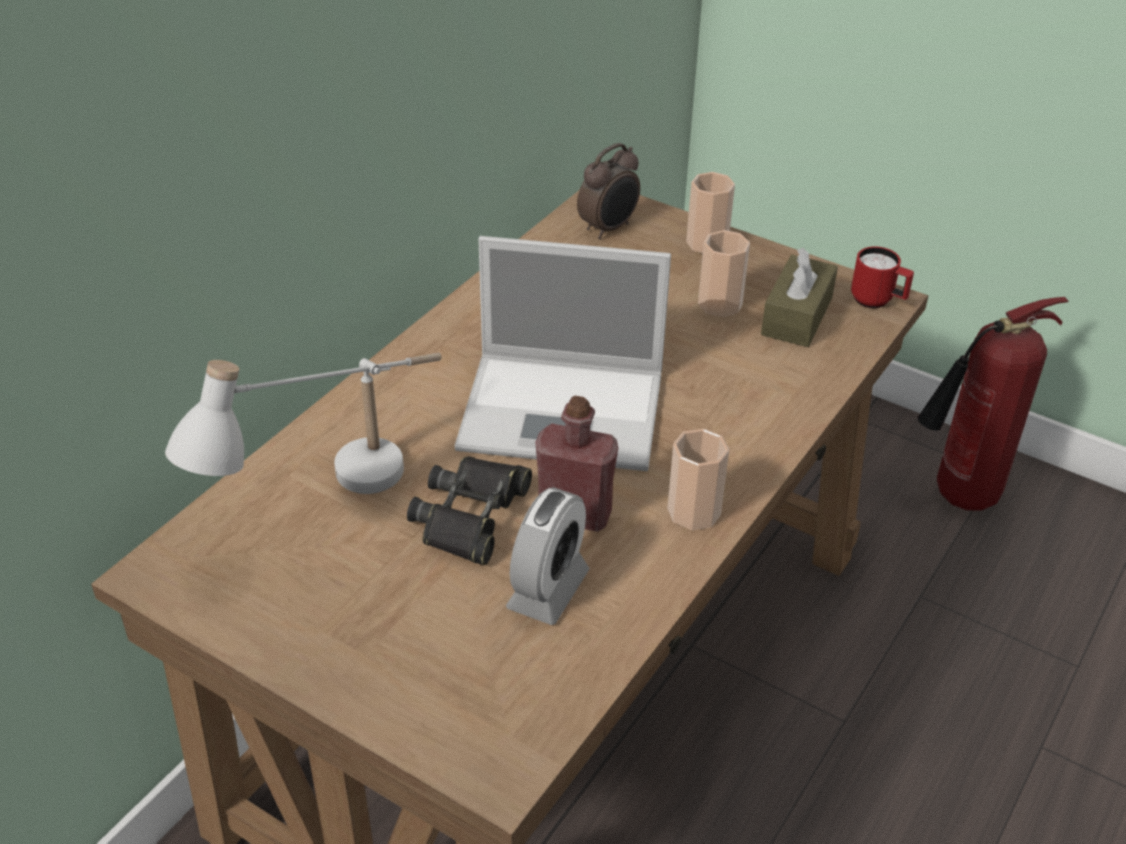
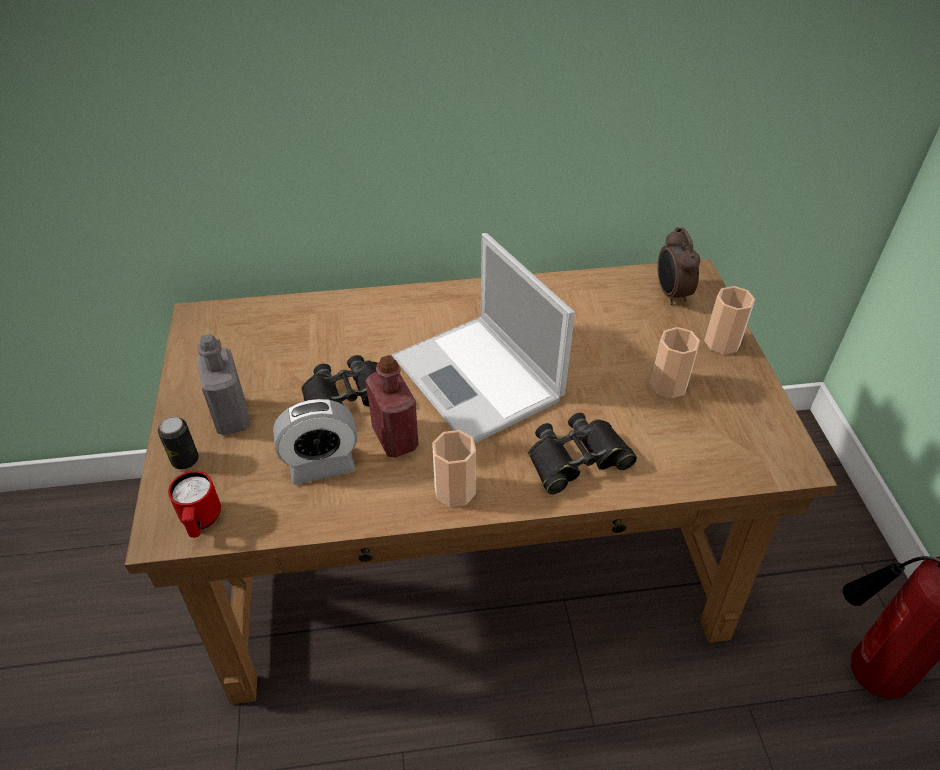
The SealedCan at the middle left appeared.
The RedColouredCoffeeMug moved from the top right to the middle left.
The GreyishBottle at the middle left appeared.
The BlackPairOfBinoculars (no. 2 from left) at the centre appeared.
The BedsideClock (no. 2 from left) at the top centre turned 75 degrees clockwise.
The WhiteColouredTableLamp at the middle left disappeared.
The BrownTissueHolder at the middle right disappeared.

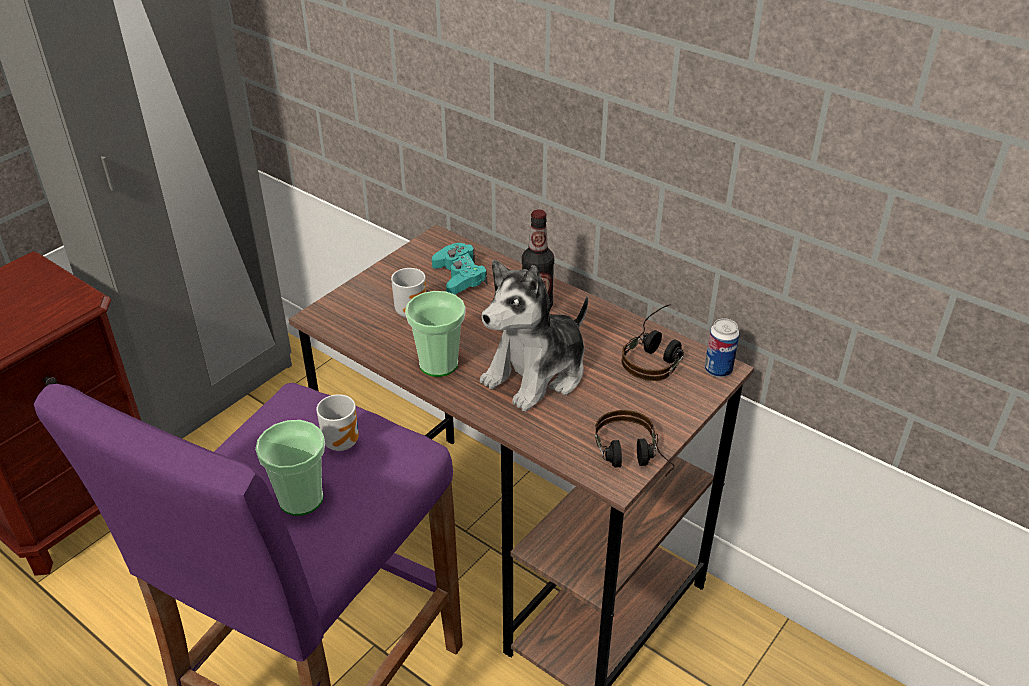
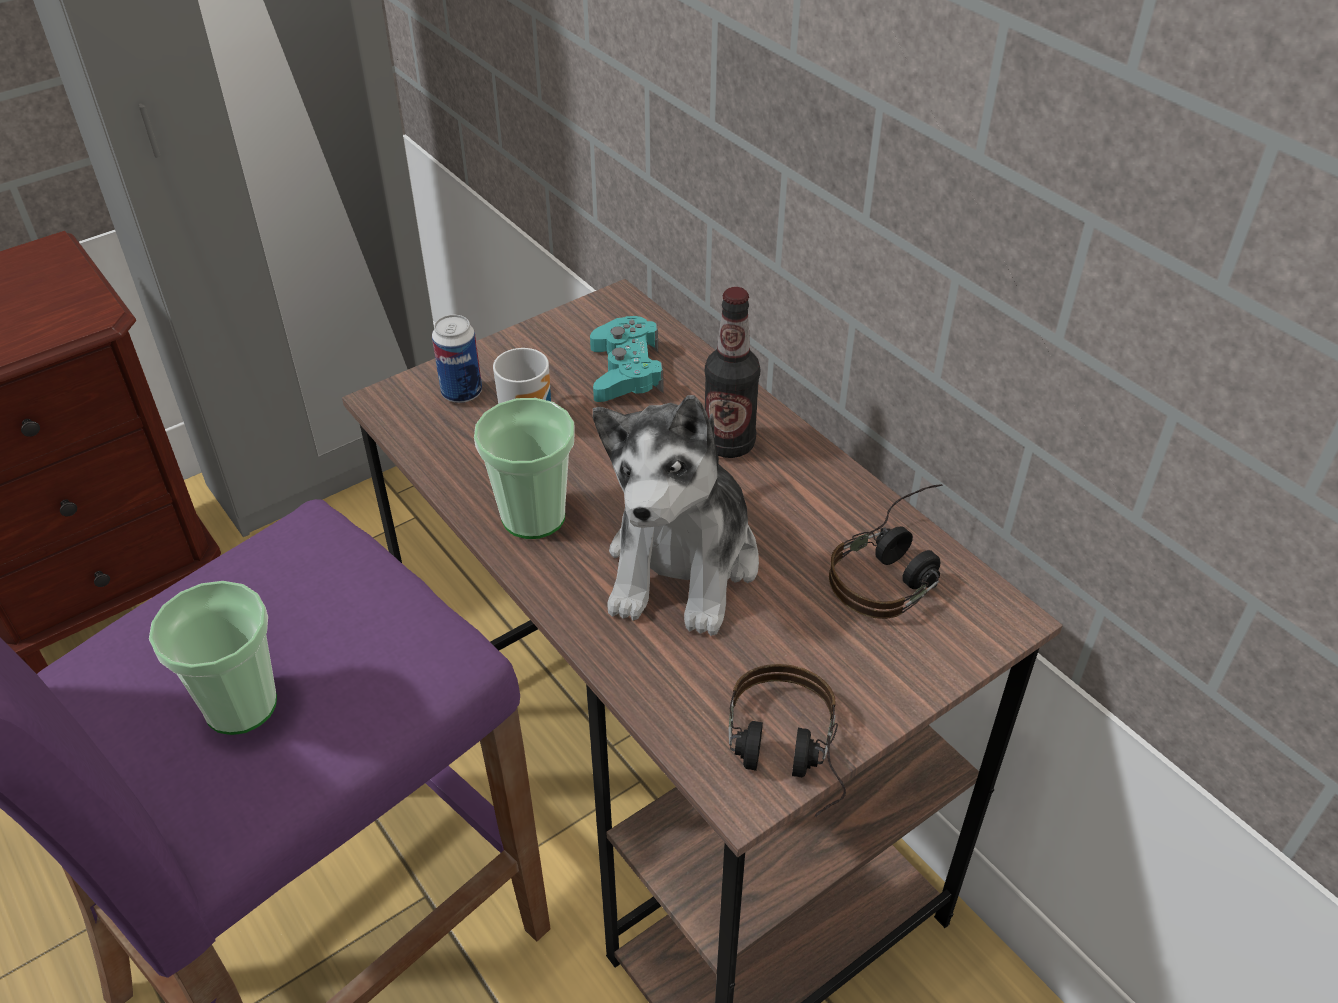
The SealedCan moved from the middle right to the centre.
The SoftToy at the centre turned 45 degrees counterclockwise.
The CoffeeMug (no. 1 from left) at the middle left disappeared.

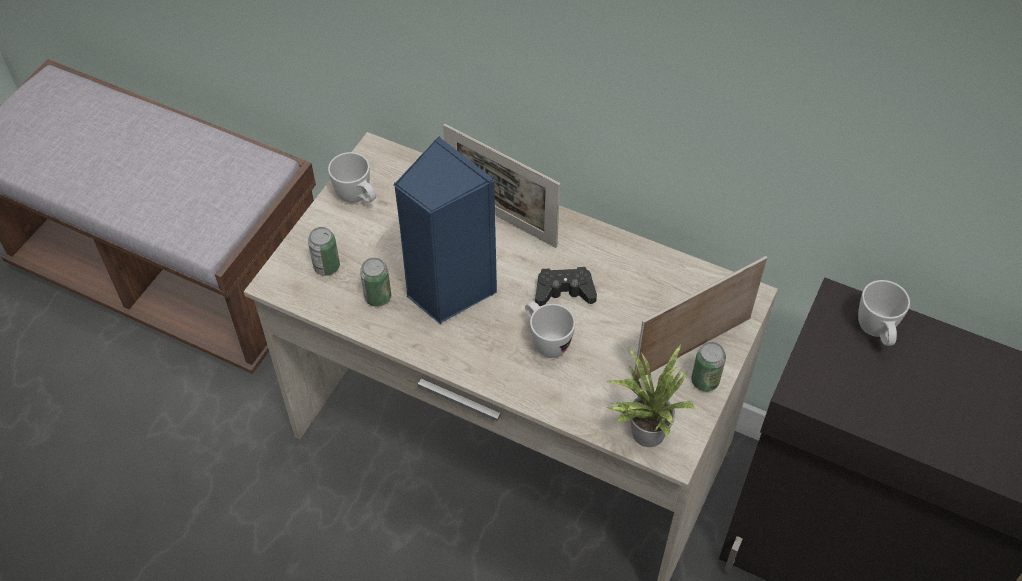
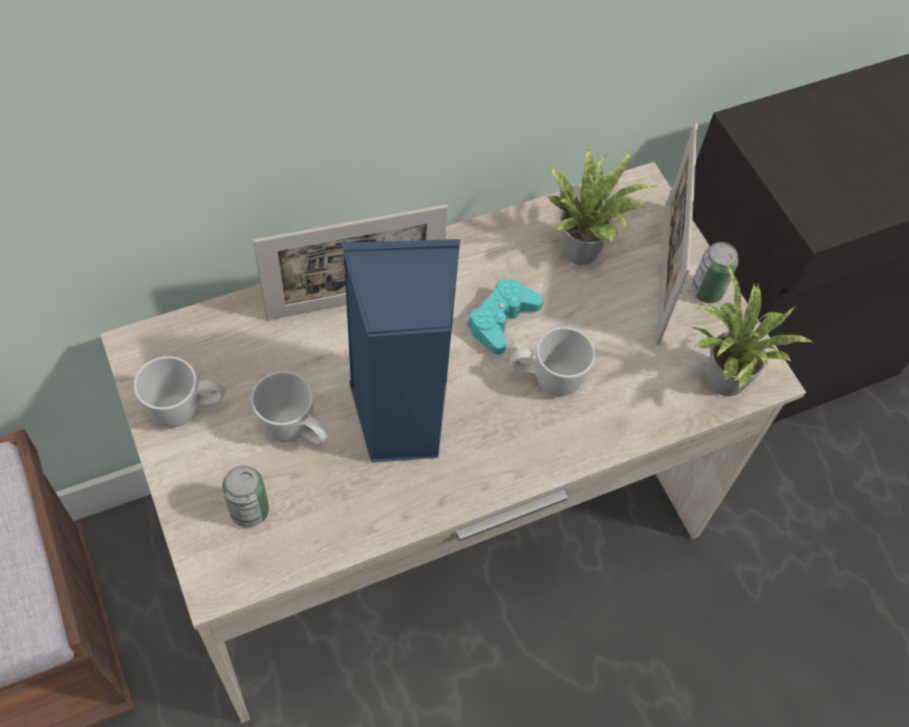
The WhiteColouredCoffeeMug (no. 3 from left in the first image) moved from the middle right to the middle left.
The BlackGameController at the centre became the BlueGreenGameController at the centre.
The PlantInAPot (no. 1 from left) at the top centre appeared.
The SealedCan (no. 2 from left) at the centre disappeared.

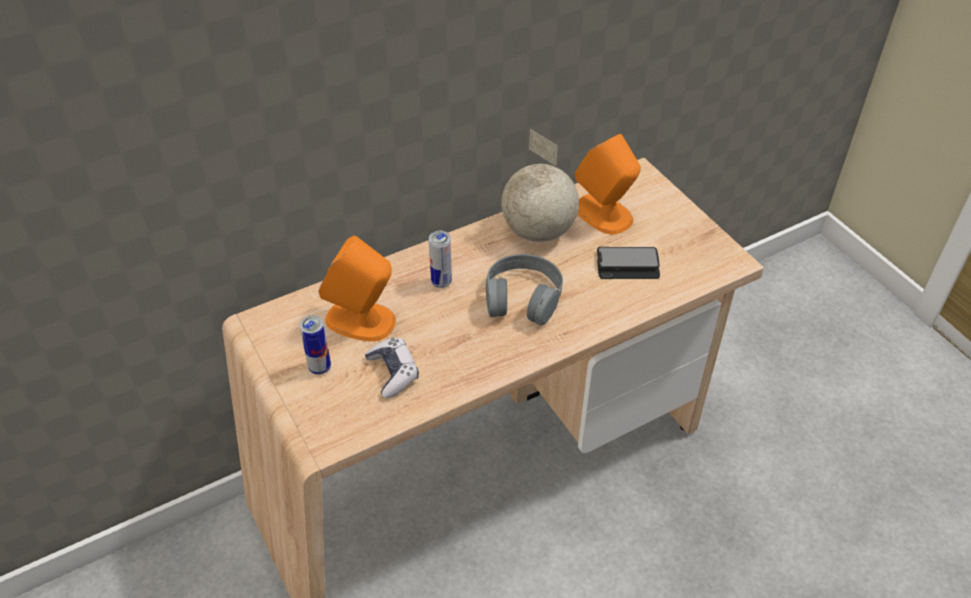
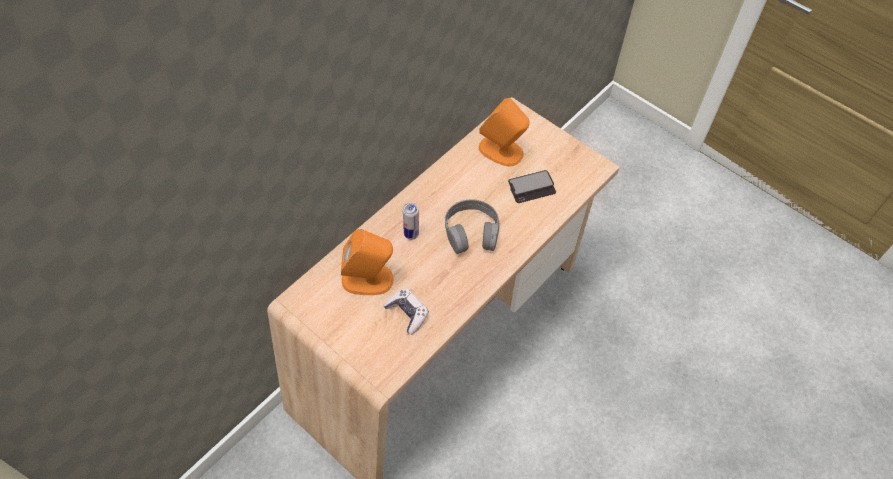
The SealedCan (no. 1 from left) at the middle left disappeared.
The Globe at the top centre disappeared.

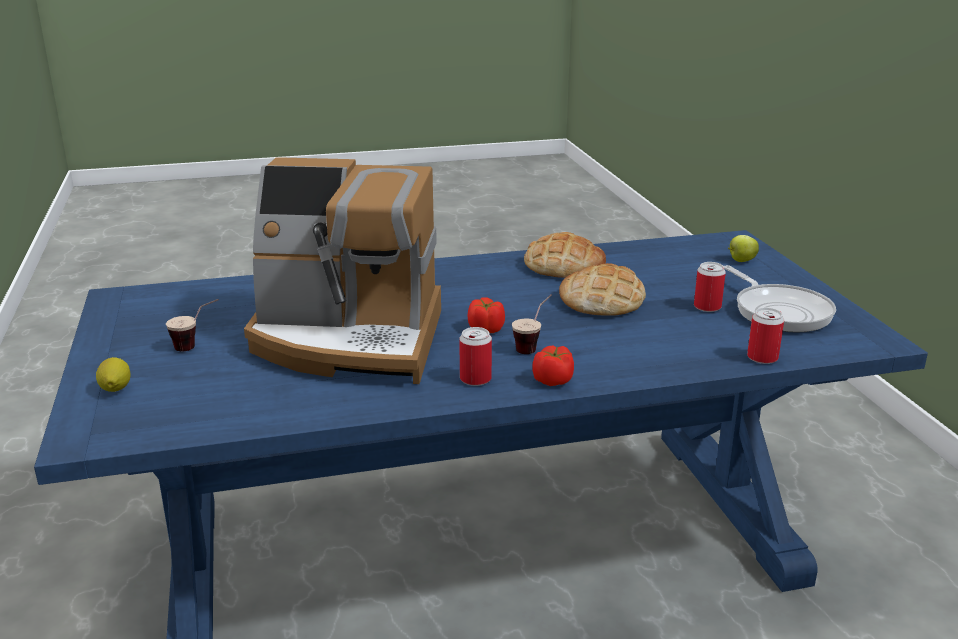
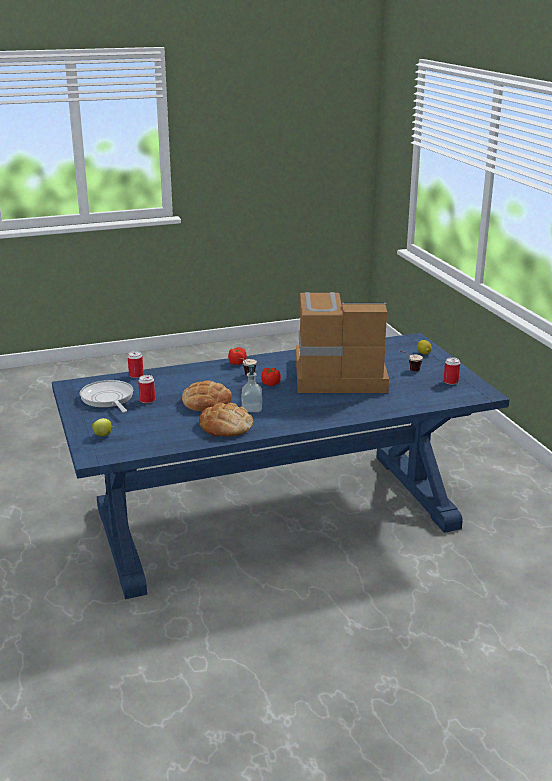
The SoapBottle at the centre appeared.
The SealedCan (no. 1 from left in the first image) moved from the centre to the middle right.

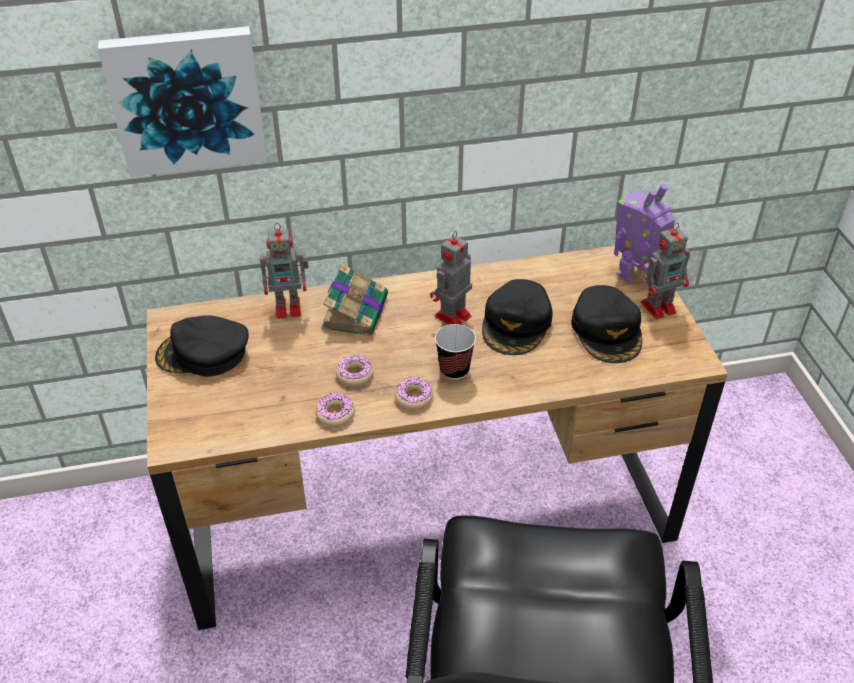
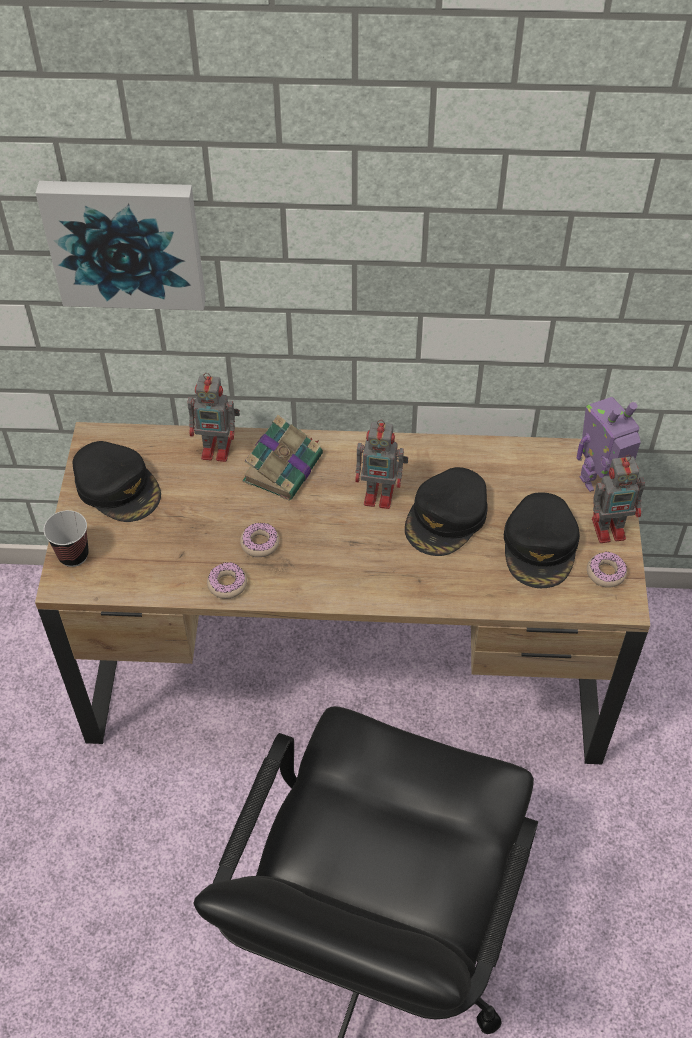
The SmallCup moved from the centre to the middle left.
The BlackCap (no. 1 from left) at the middle left turned 150 degrees counterclockwise.
The ModelRobot (no. 2 from left) at the centre turned 135 degrees counterclockwise.
The Donut (no. 3 from left) moved from the centre to the middle right.

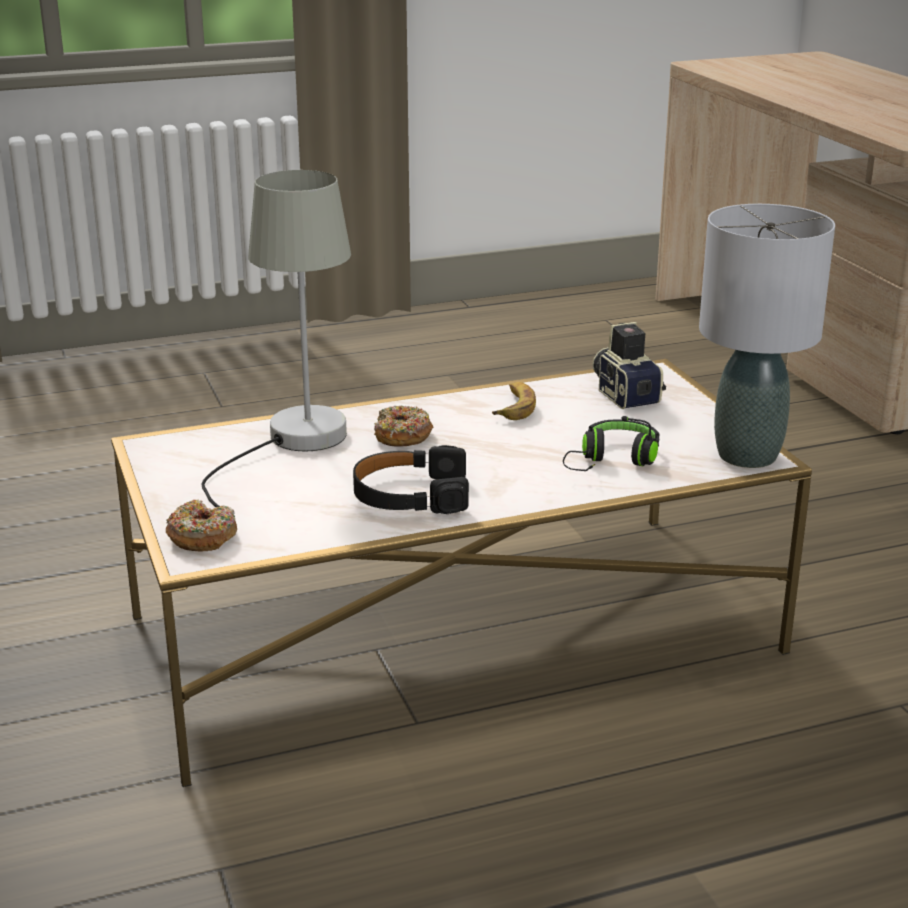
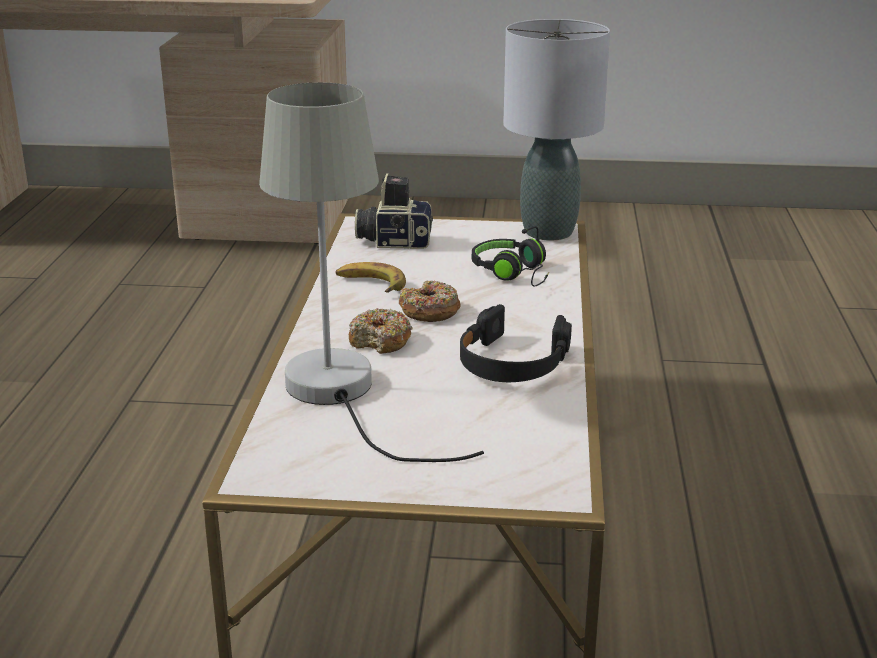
The Donut (no. 1 from left in the first image) moved from the middle left to the centre.

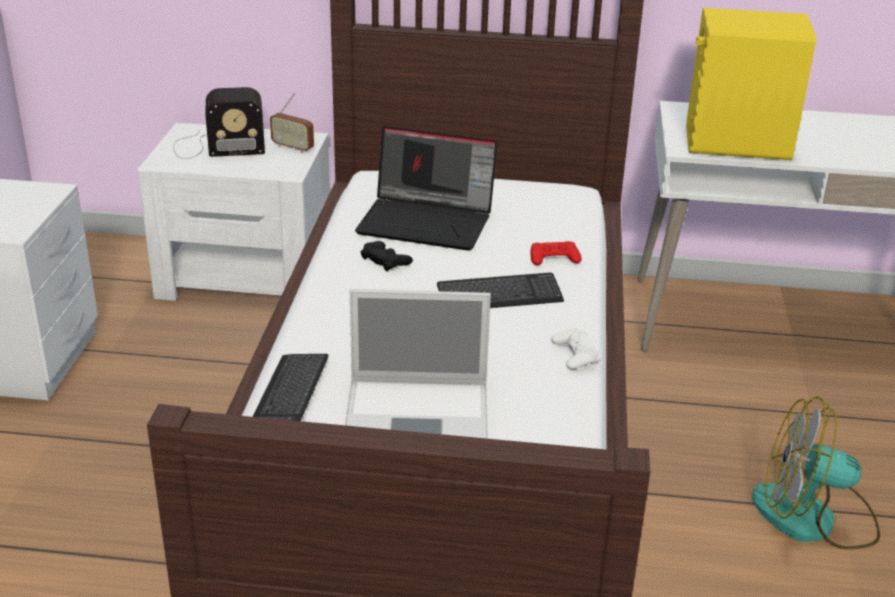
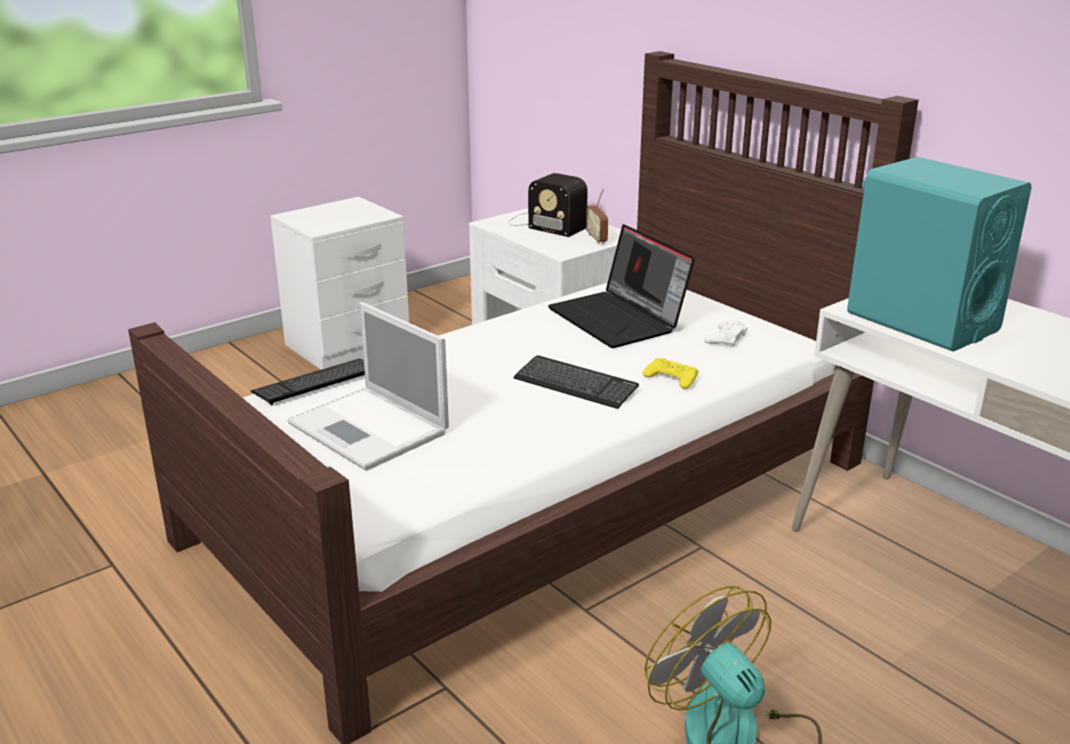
The RedColouredGameController at the centre became the YellowGameController at the centre.
The WhiteColouredGameController moved from the centre to the middle right.
The YellowSpeaker at the top right became the BlueGreenSpeaker at the middle right.
The BlackGameController at the centre disappeared.

